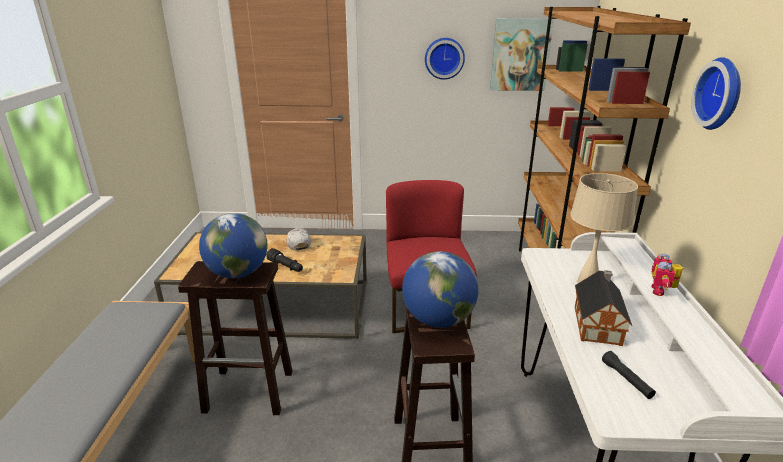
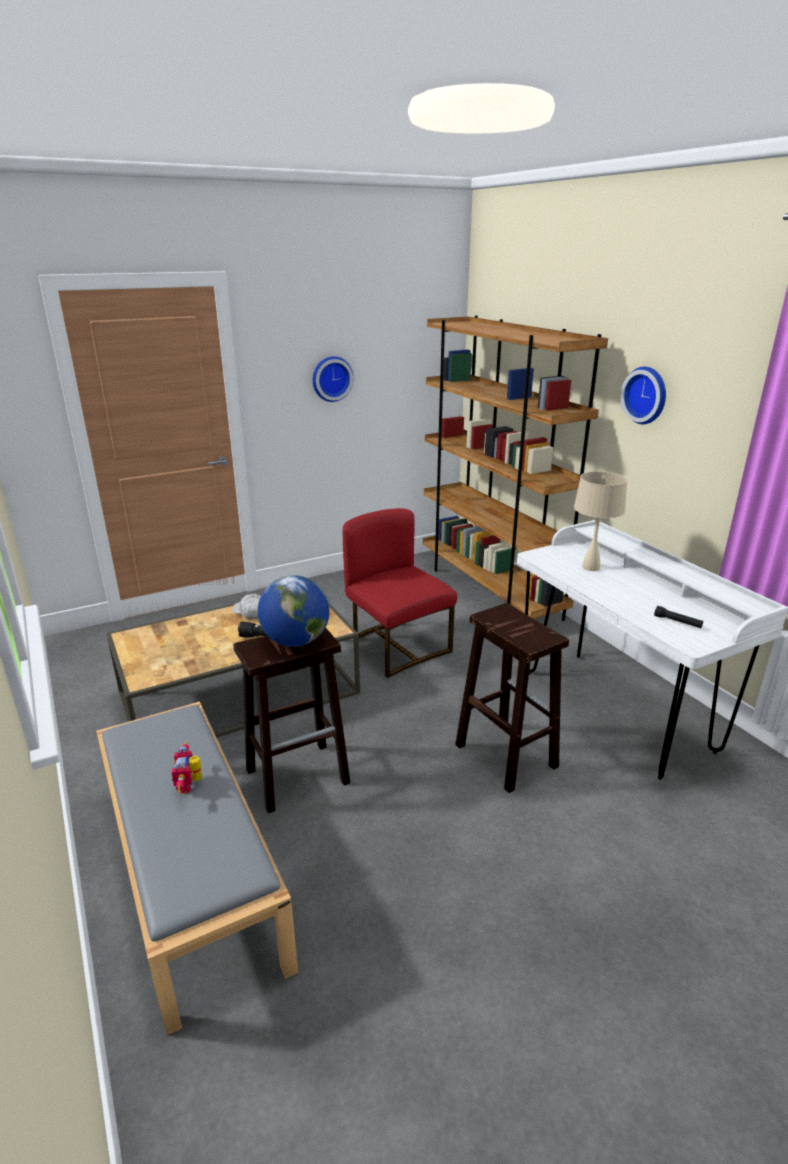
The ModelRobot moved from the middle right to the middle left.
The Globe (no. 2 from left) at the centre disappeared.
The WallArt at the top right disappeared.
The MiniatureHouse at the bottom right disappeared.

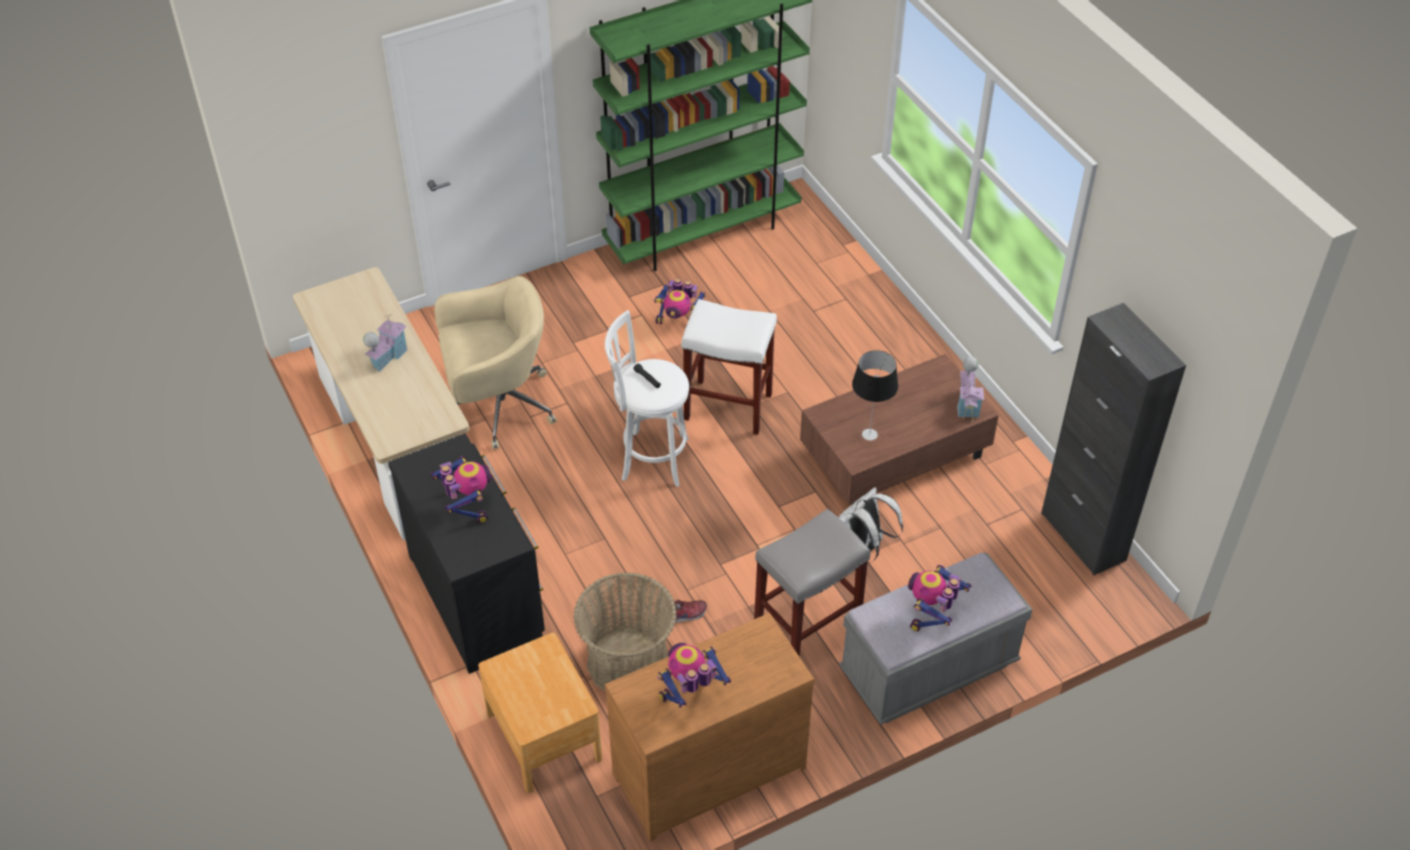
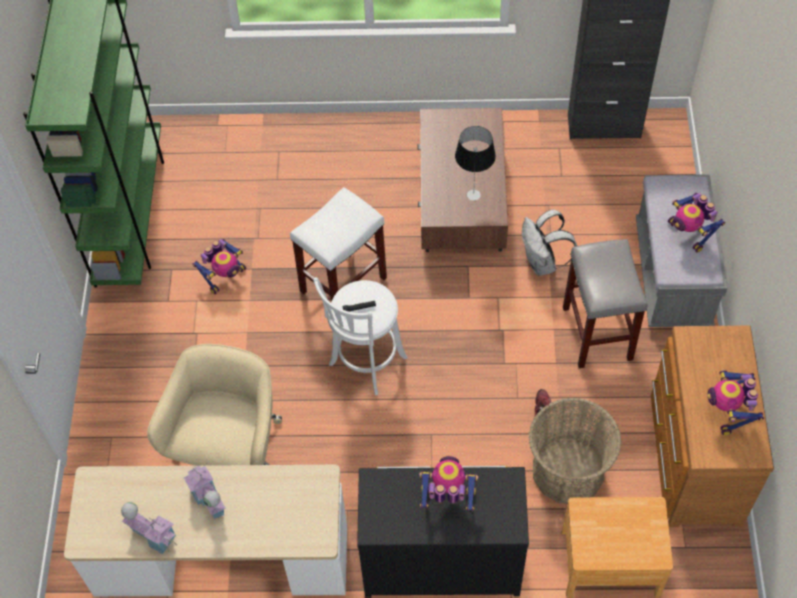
The MiniatureHouse (no. 2 from left in the first image) moved from the middle right to the bottom left.

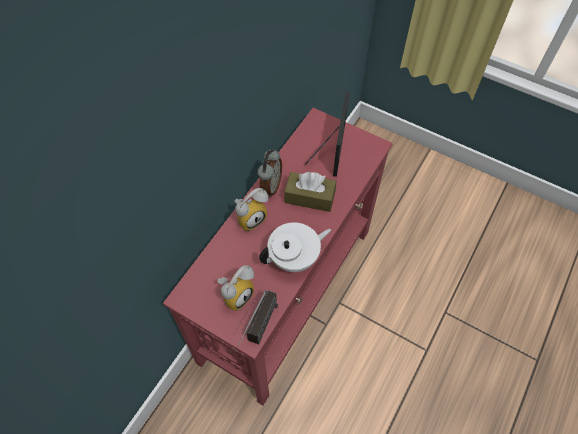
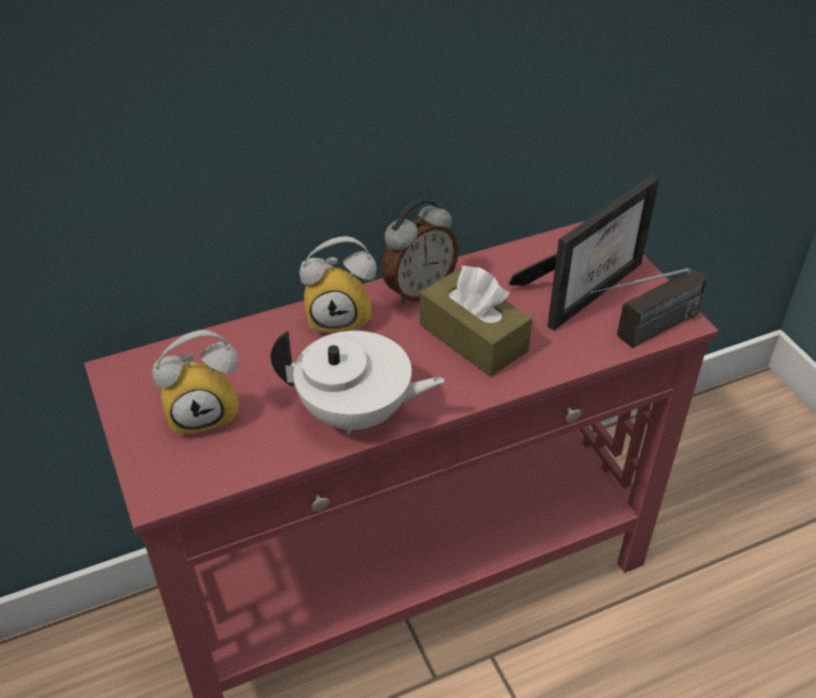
The RadioReceiver moved from the bottom centre to the middle right.

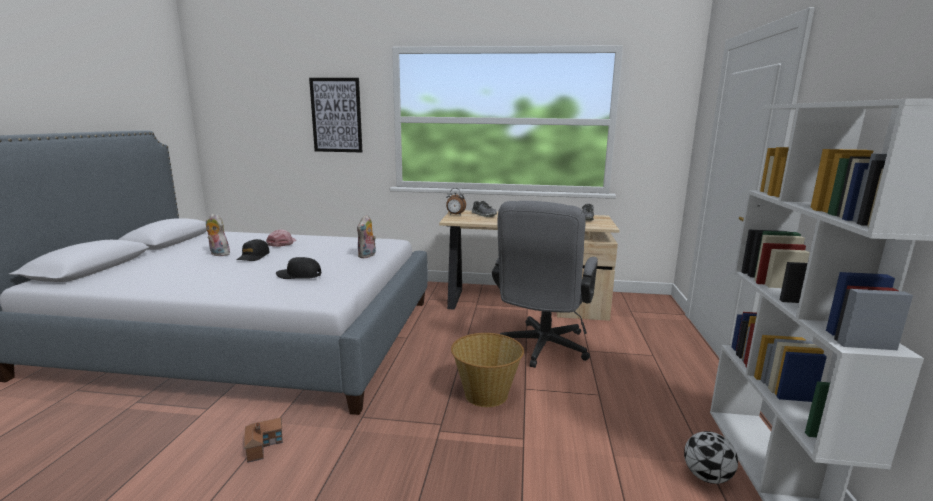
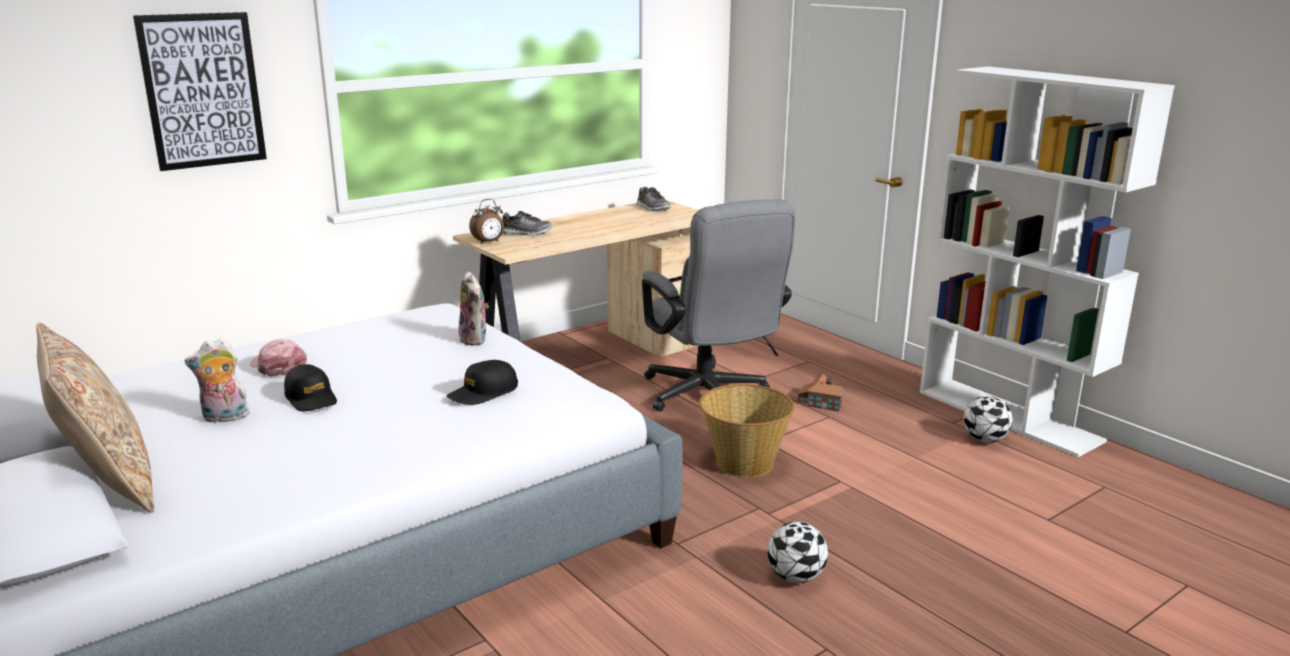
The BeigeColouredThrowPillow at the middle left appeared.
The Football (no. 1 from left) at the bottom centre appeared.
The MiniatureHouse moved from the bottom left to the centre.

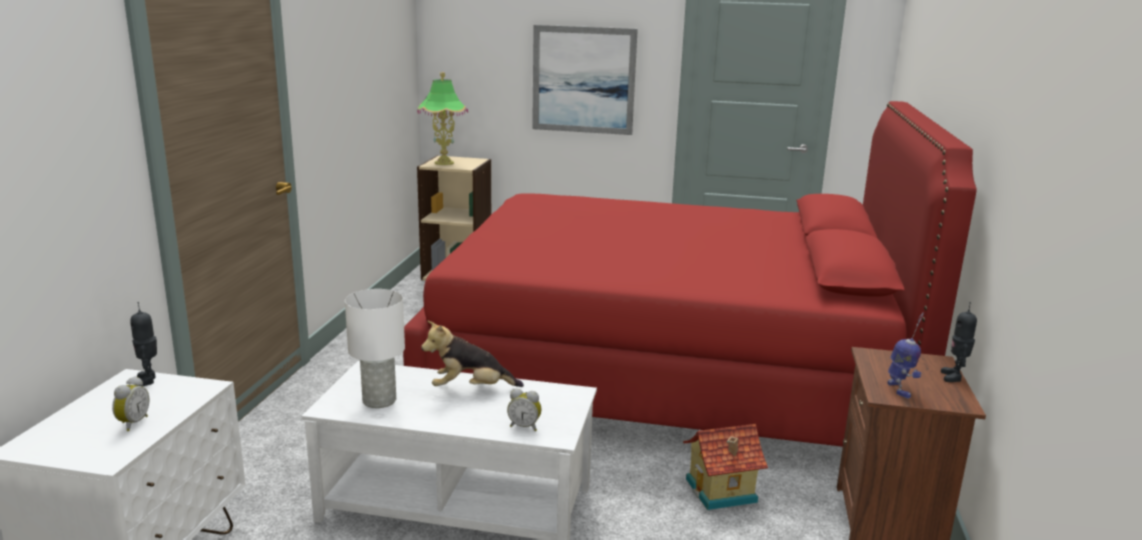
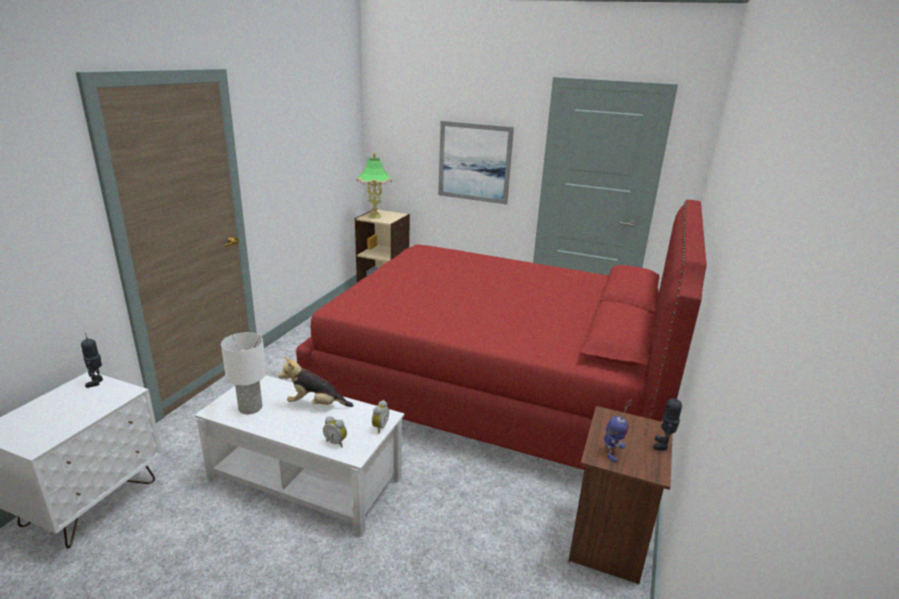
The BedsideClock (no. 1 from left in the first image) moved from the bottom left to the bottom centre.
The MiniatureHouse at the bottom centre disappeared.

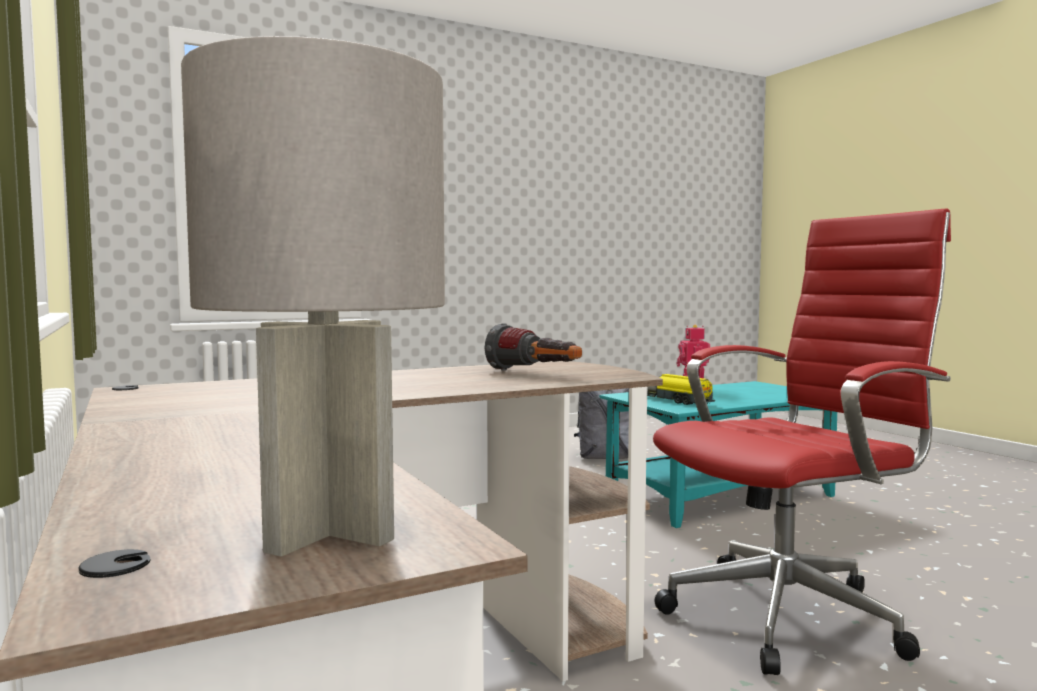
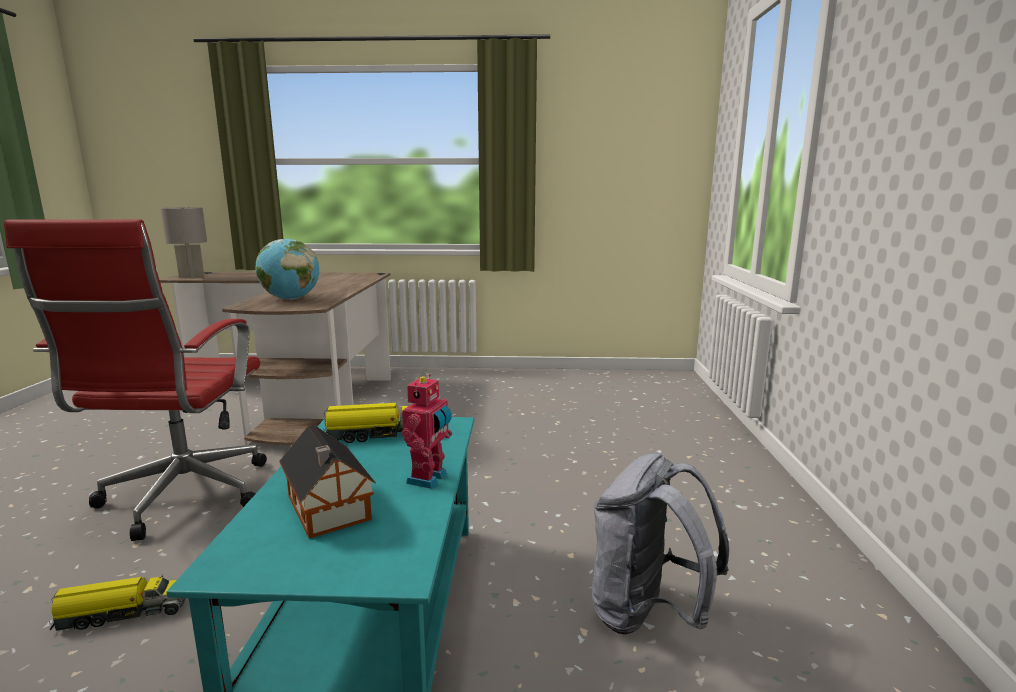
The ModelTruck (no. 1 from left) at the bottom left appeared.
The HandTorch at the centre was replaced by the Globe at the middle left.
The MiniatureHouse at the bottom left appeared.

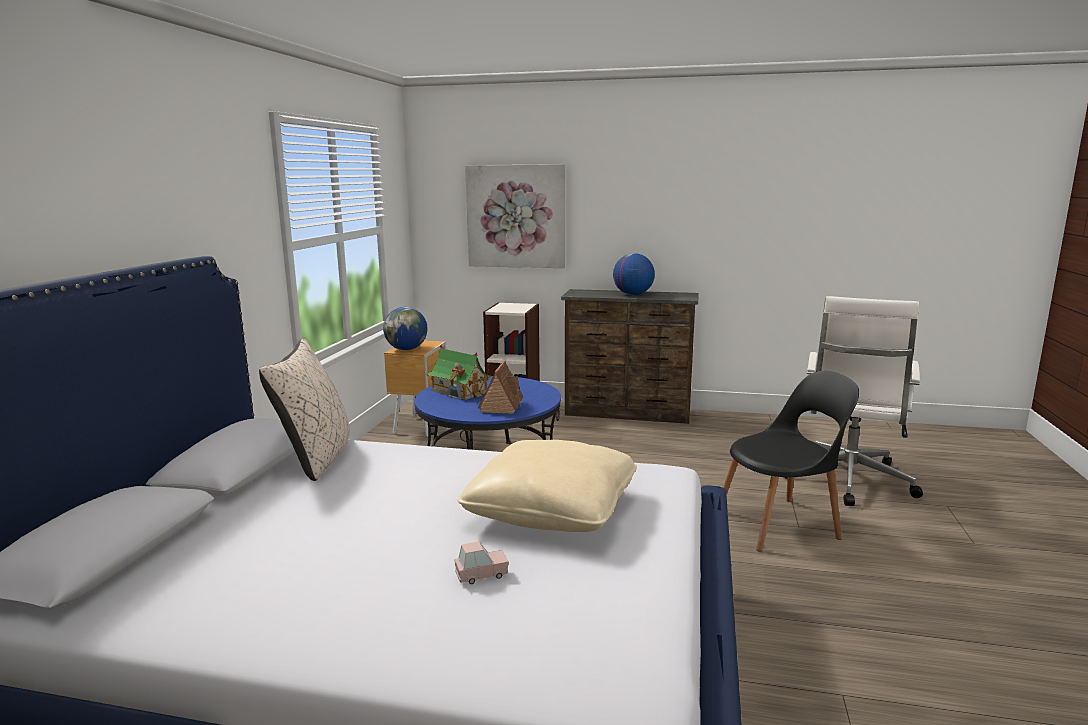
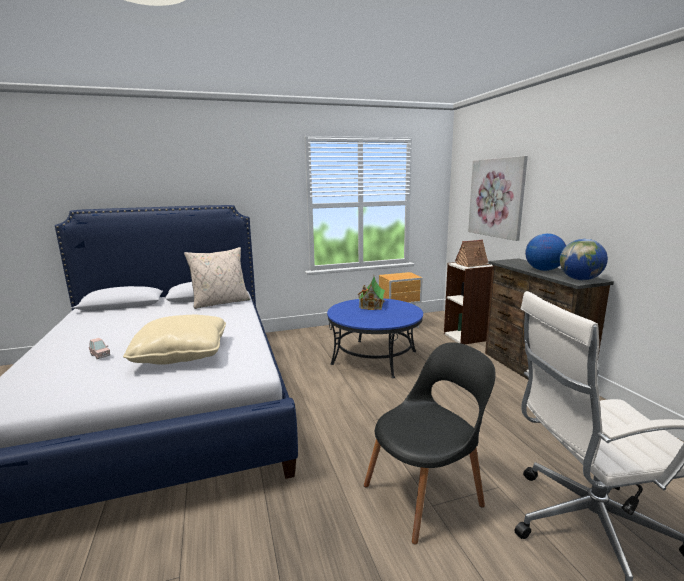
The BlackChair at the middle right turned 75 degrees counterclockwise.
The MiniatureHouse (no. 2 from left) moved from the centre to the middle right.
The Globe (no. 1 from left in the first image) moved from the centre to the middle right.

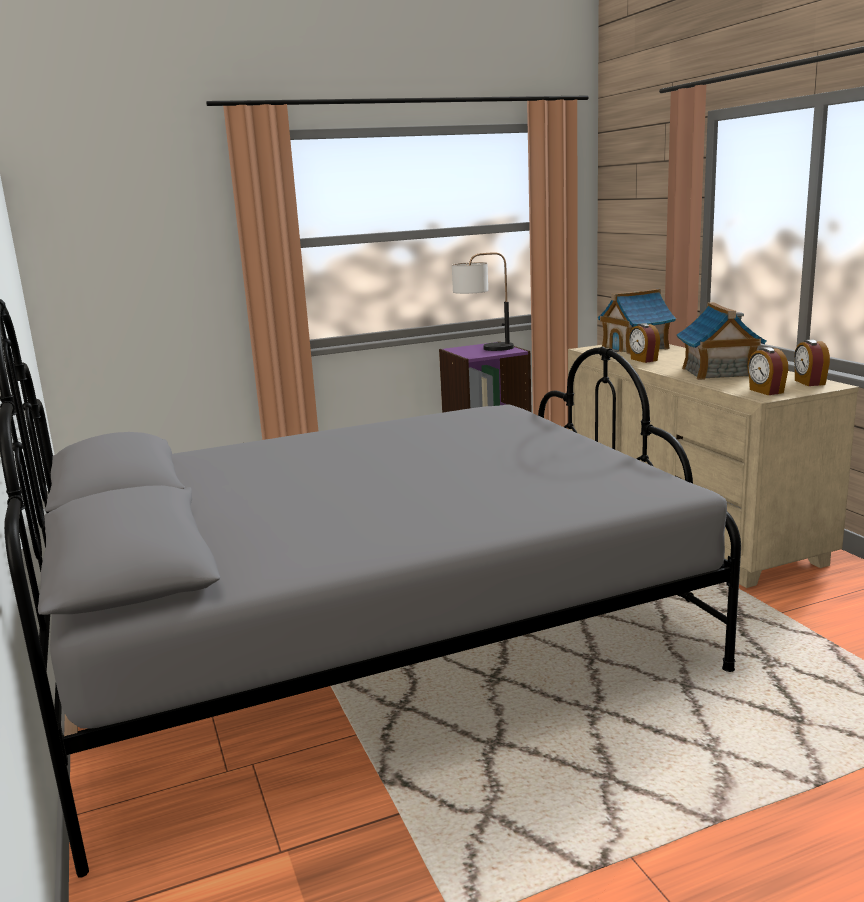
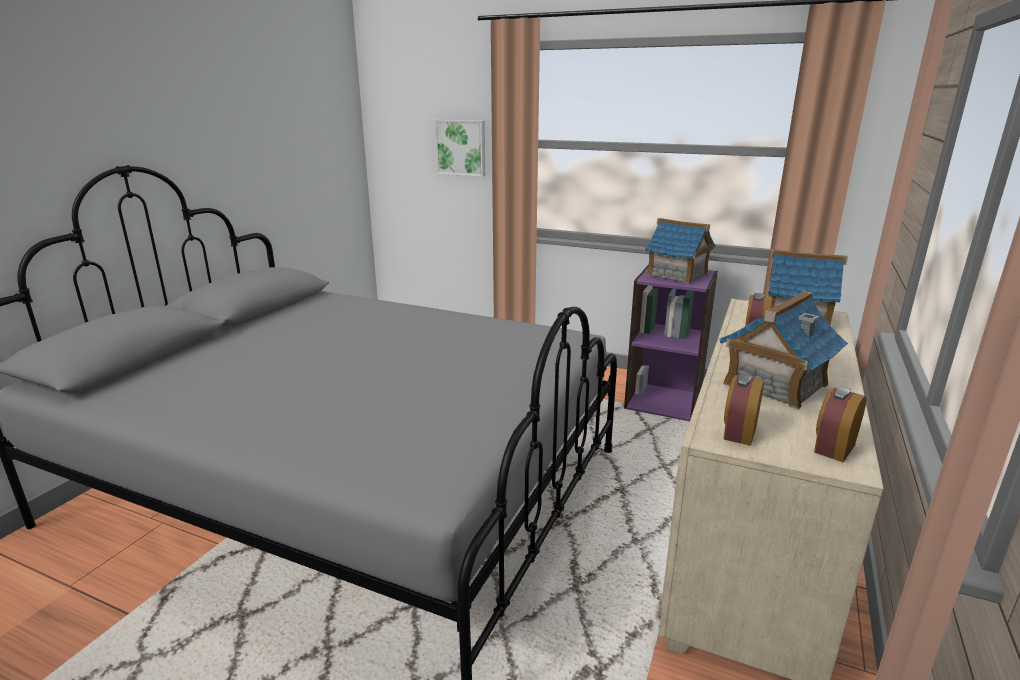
The WallArt at the top centre appeared.
The TableLamp at the centre was replaced by the MiniatureHouse (no. 1 from left) at the middle right.

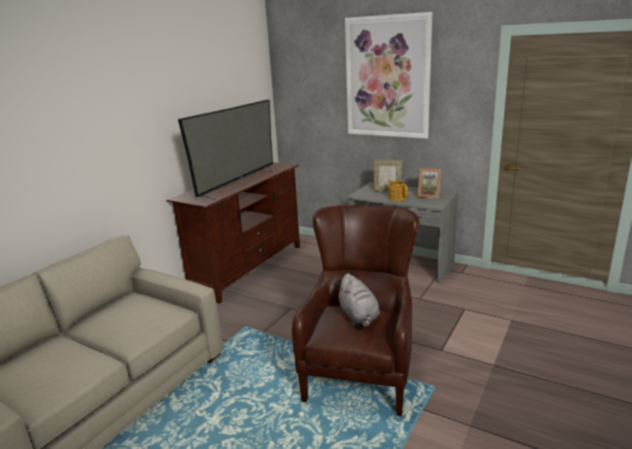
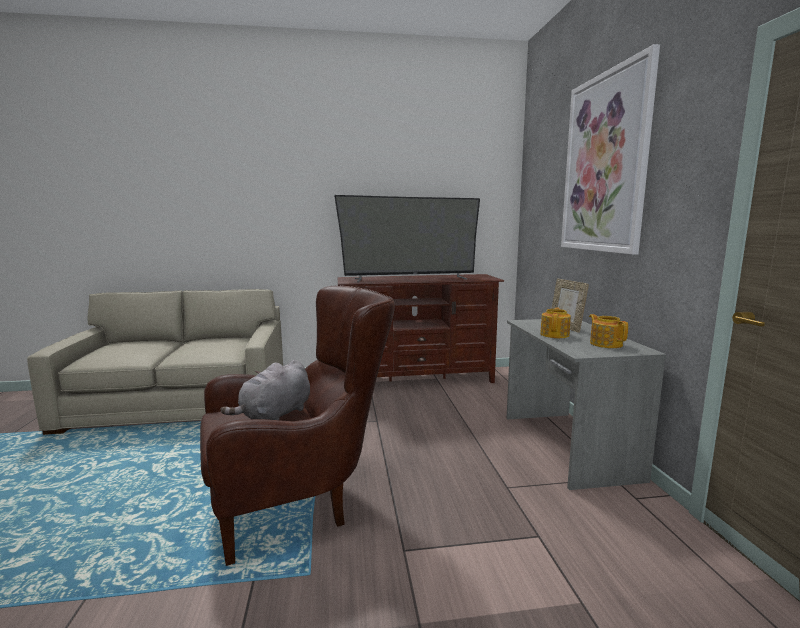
The StandingFrame (no. 2 from left) at the middle right was replaced by the PotForTea (no. 2 from left) at the middle right.

